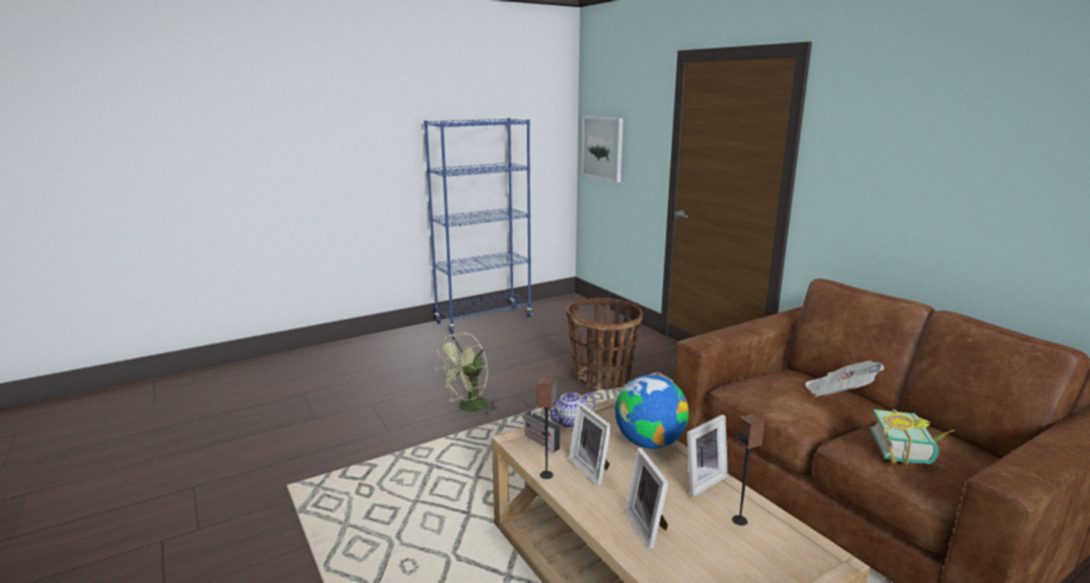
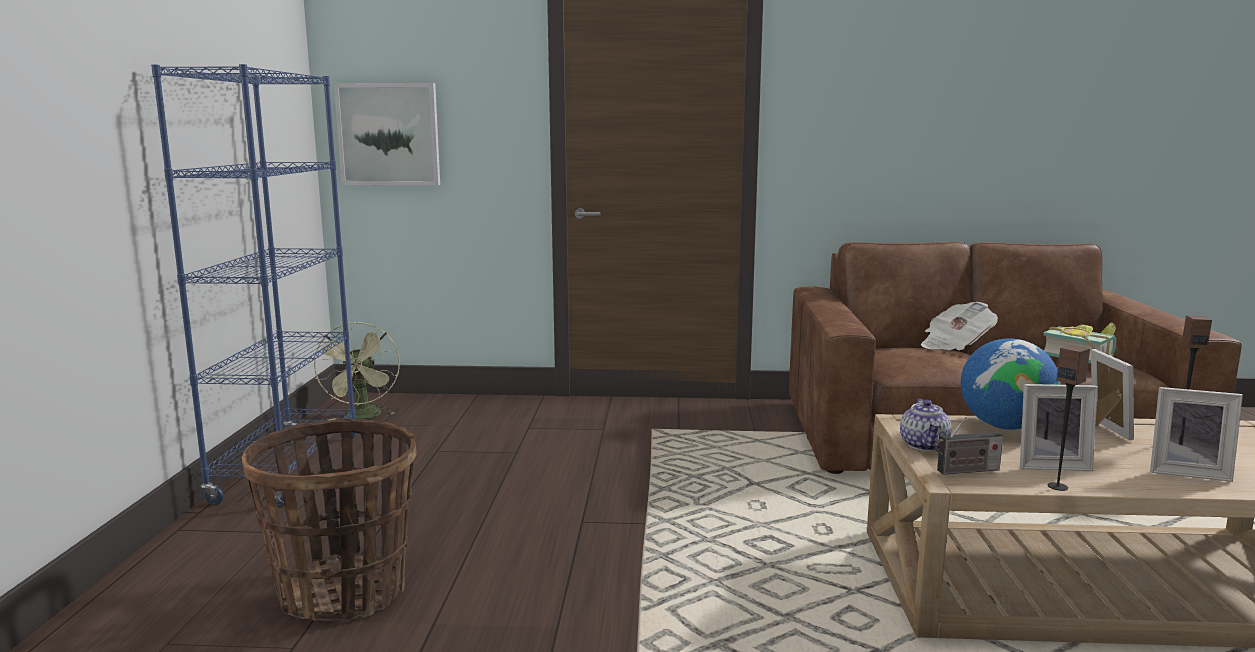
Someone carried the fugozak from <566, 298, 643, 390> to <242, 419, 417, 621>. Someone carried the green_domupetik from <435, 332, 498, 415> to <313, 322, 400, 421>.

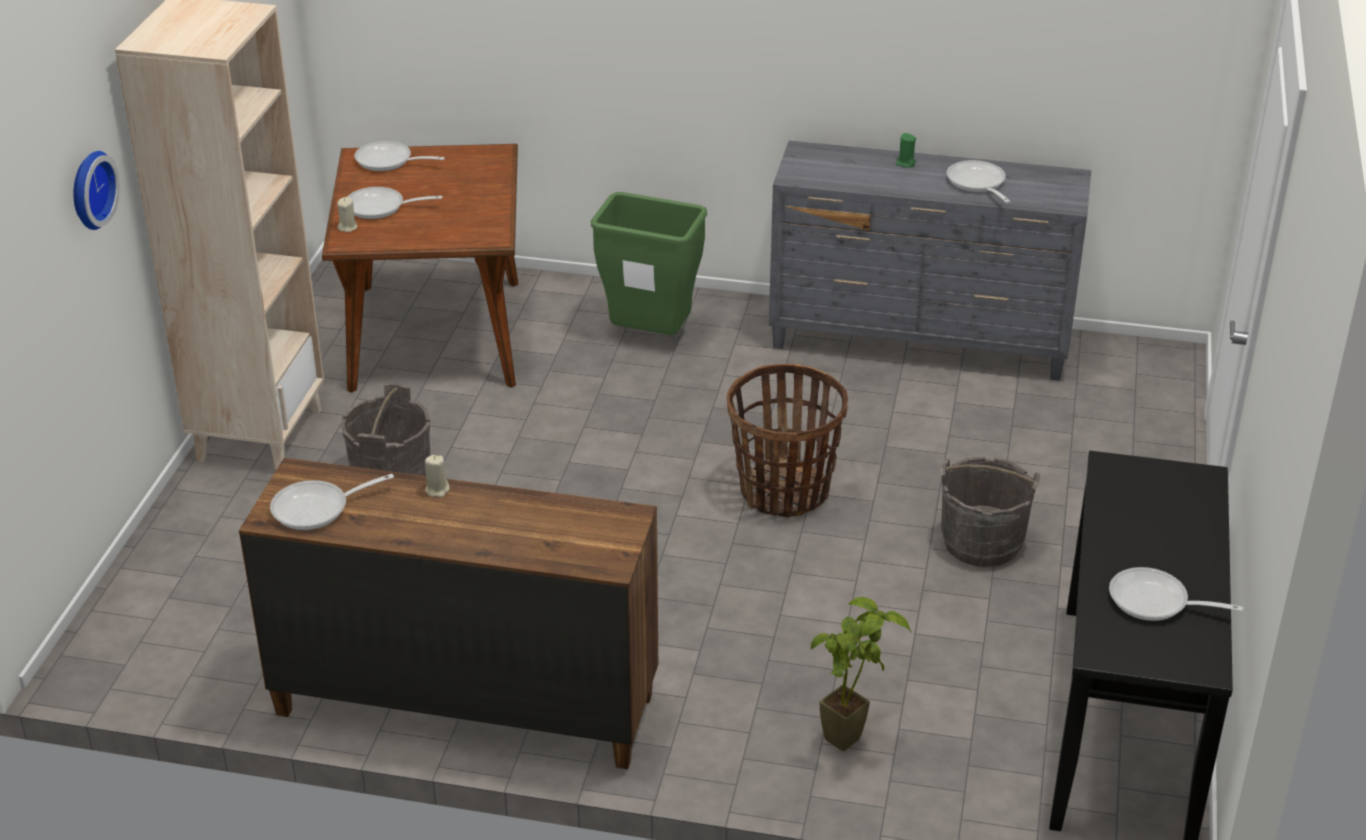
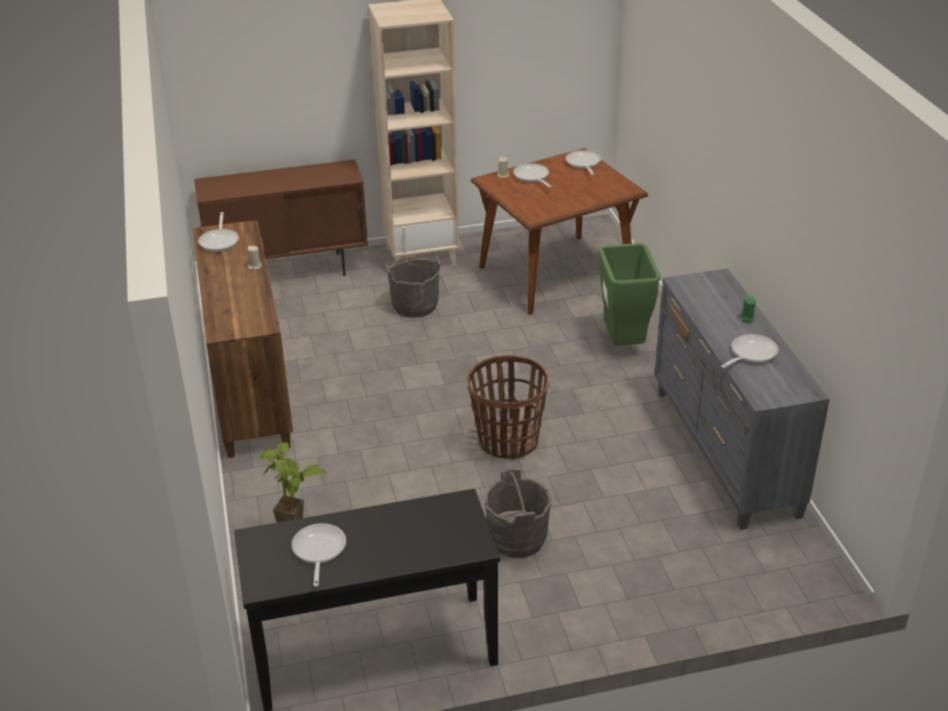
Someone took away the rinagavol at <73, 151, 120, 230>. Someone rotated the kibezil at <270, 474, 394, 530> by 135 degrees counterclockwise. Someone put down the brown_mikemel at <194, 160, 368, 276>.

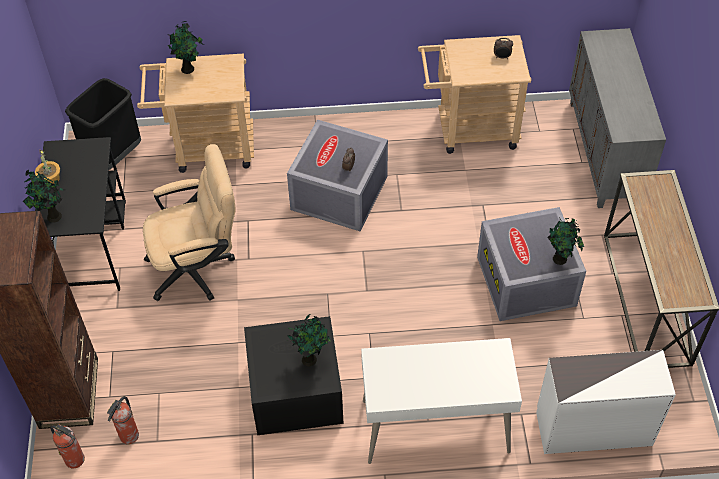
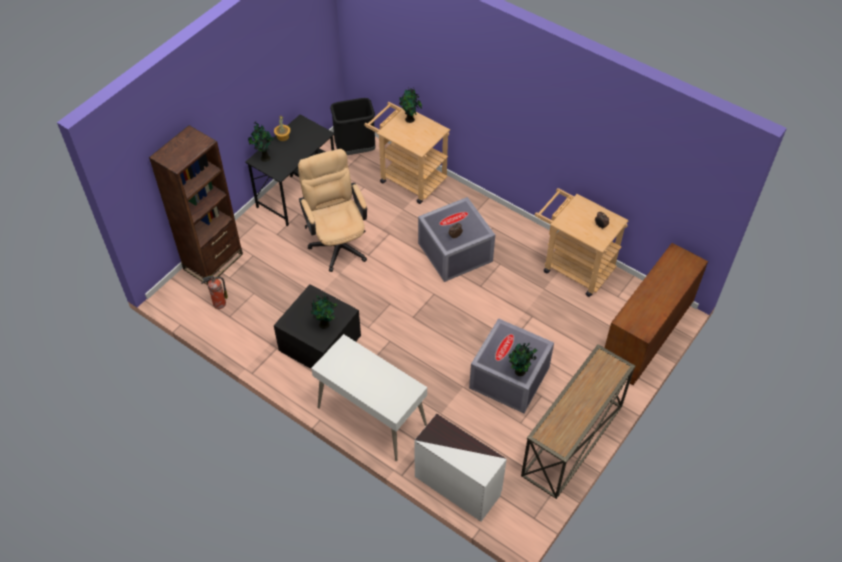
Someone repainted the grey_mikemel at <569, 28, 666, 208>, which became the brown_mikemel at <605, 243, 708, 385>. Someone rotated the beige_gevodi at <143, 144, 236, 301> by 135 degrees counterclockwise. Someone took away the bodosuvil at <50, 424, 85, 468>.

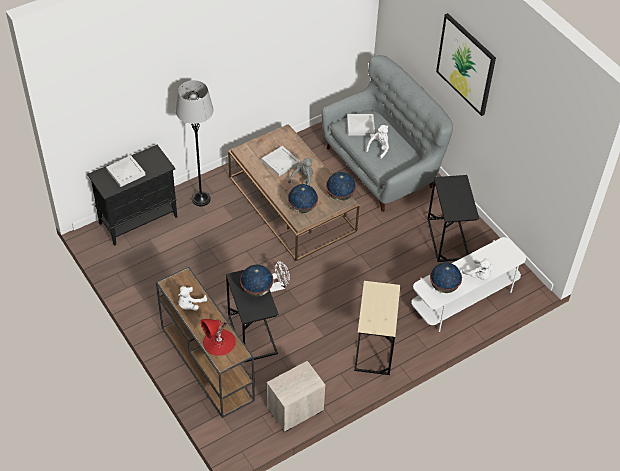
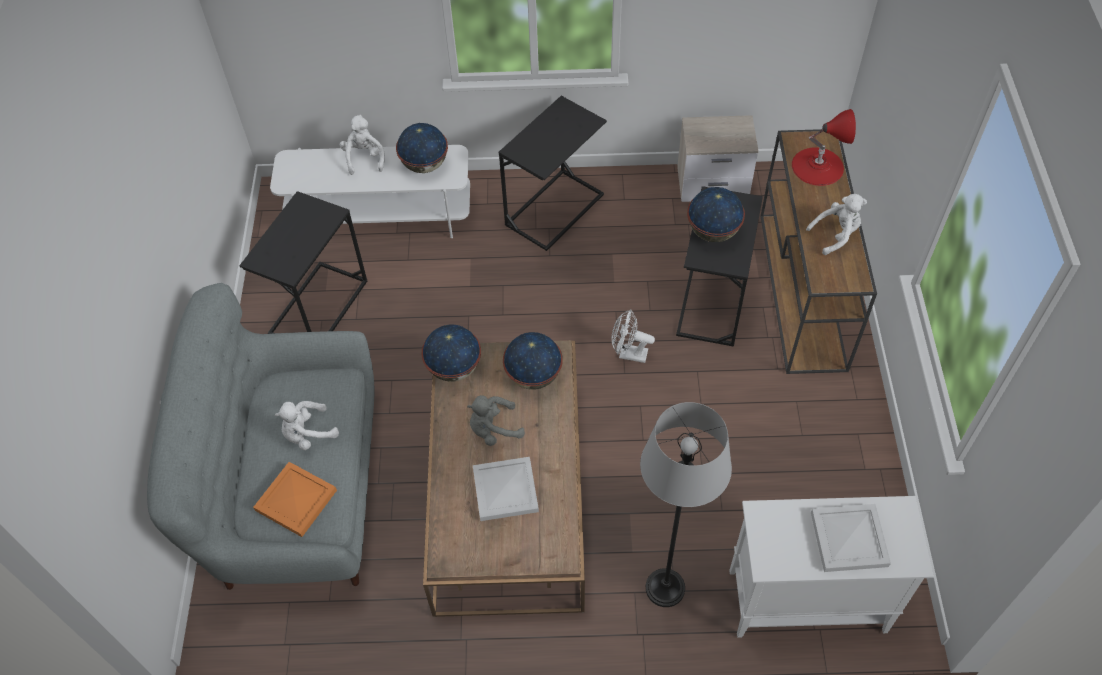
Someone took away the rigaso at <436, 13, 496, 116>. Someone repainted the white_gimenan at <347, 114, 375, 135>, which became the orange_gimenan at <253, 462, 337, 537>. Someone repainted the black_mikemel at <87, 145, 177, 246>, which became the white_mikemel at <729, 496, 934, 638>. Someone repainted the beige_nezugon at <354, 281, 400, 375>, which became the black_nezugon at <499, 96, 607, 251>.

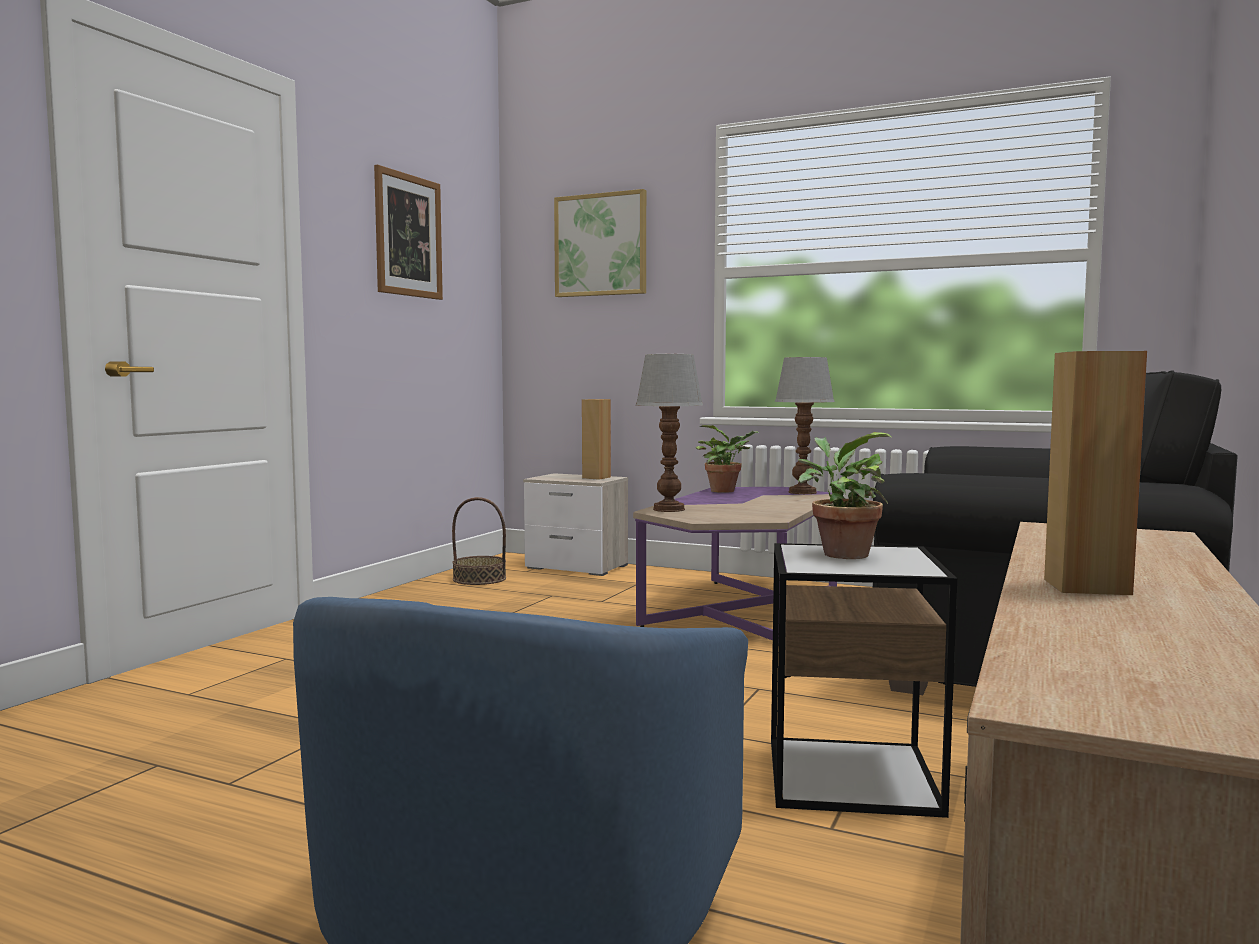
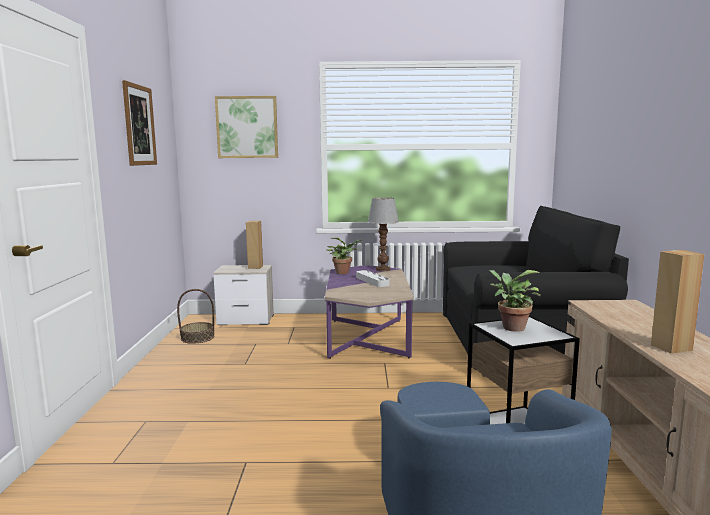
Someone took away the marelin at <636, 354, 703, 512>. Someone put down the grey_gimenan at <356, 270, 389, 287>.

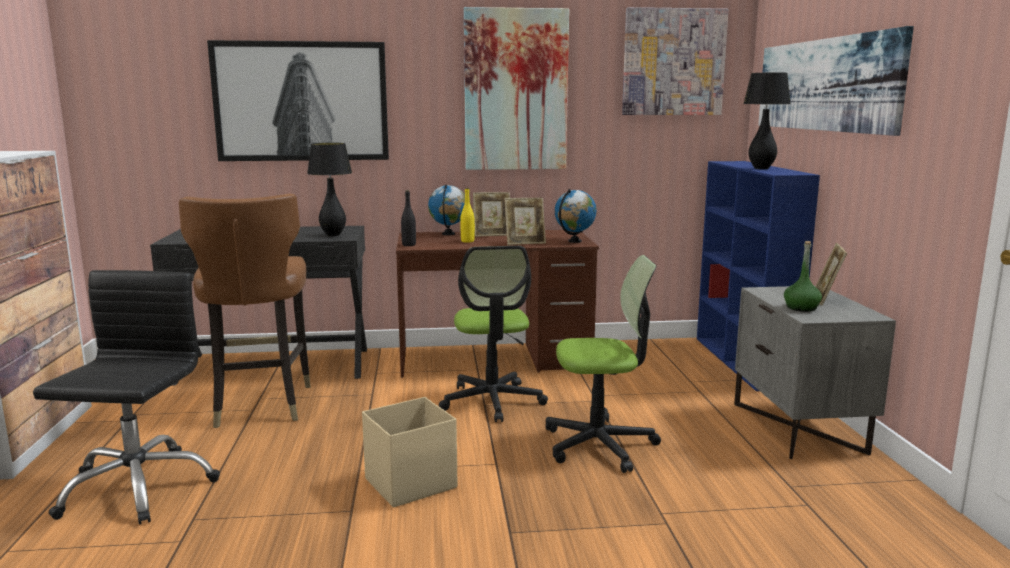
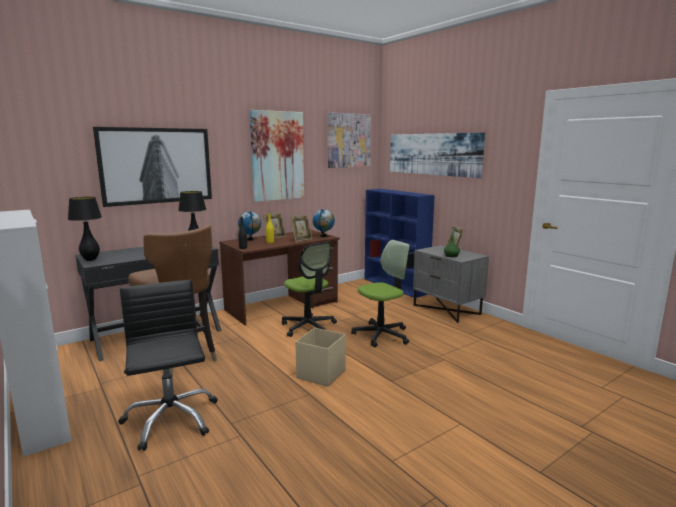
Someone carried the black_marelin from <744, 72, 790, 169> to <68, 197, 102, 261>.

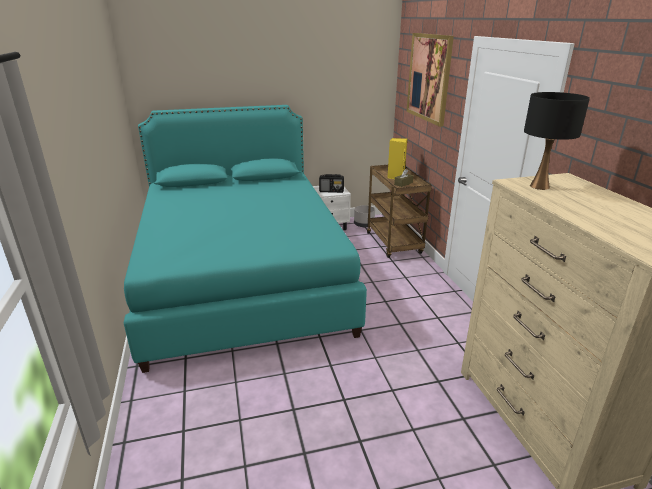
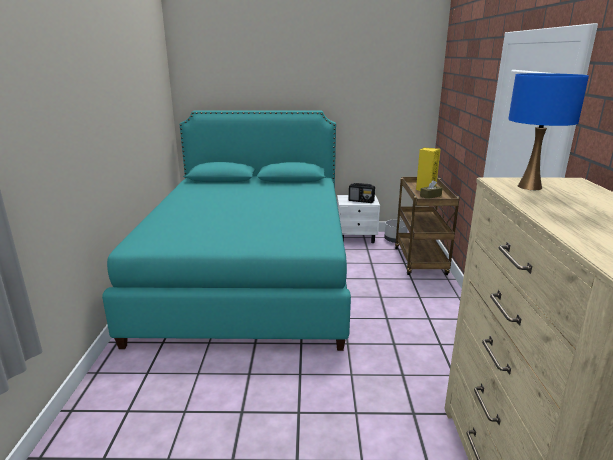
Someone took away the rigaso at <407, 33, 454, 127>. Someone repainted the black_marelin at <524, 92, 590, 190>, which became the blue_marelin at <508, 73, 589, 190>.

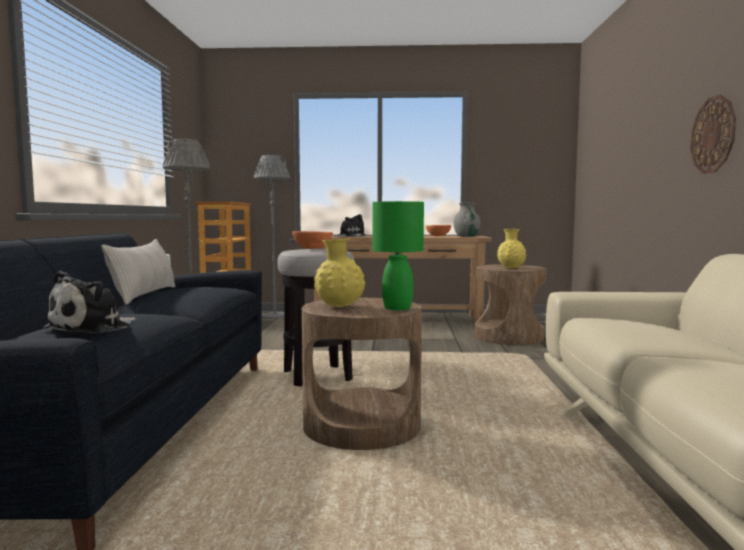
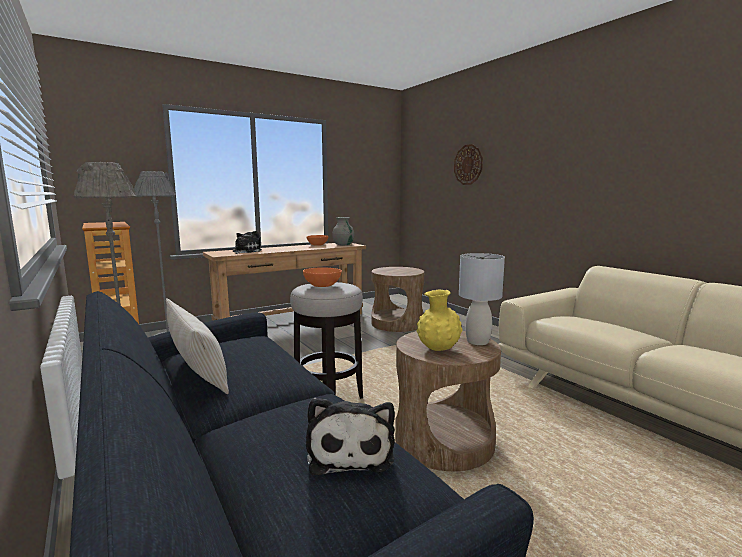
Someone carried the rinagavol from <690, 94, 736, 174> to <454, 144, 483, 185>. Someone repainted the green_marelin at <372, 201, 424, 310>, which became the grey_marelin at <459, 253, 505, 345>. Someone took away the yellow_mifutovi at <497, 229, 526, 268>.

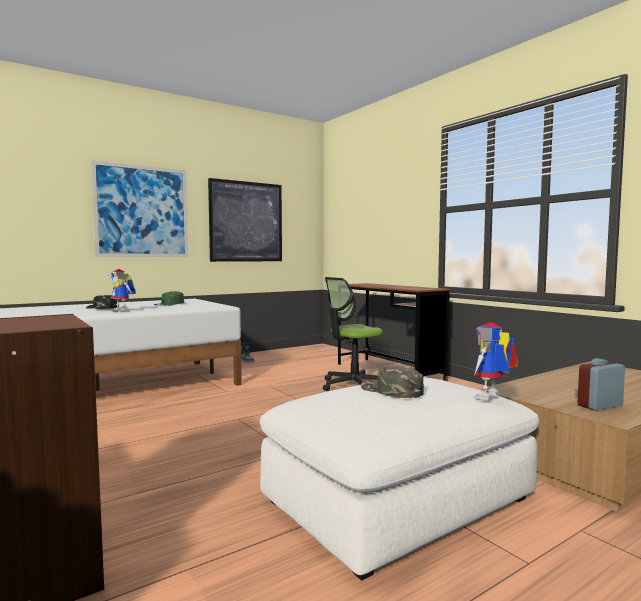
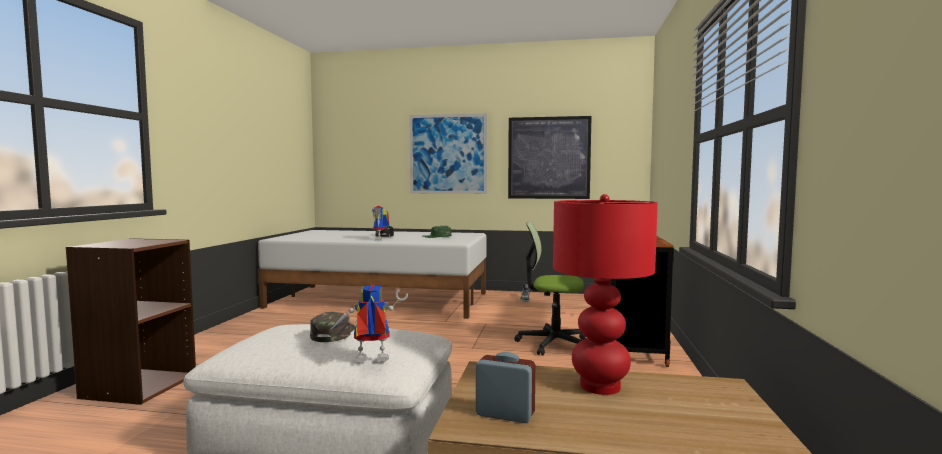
Someone put down the red_marelin at <553, 194, 658, 395>.

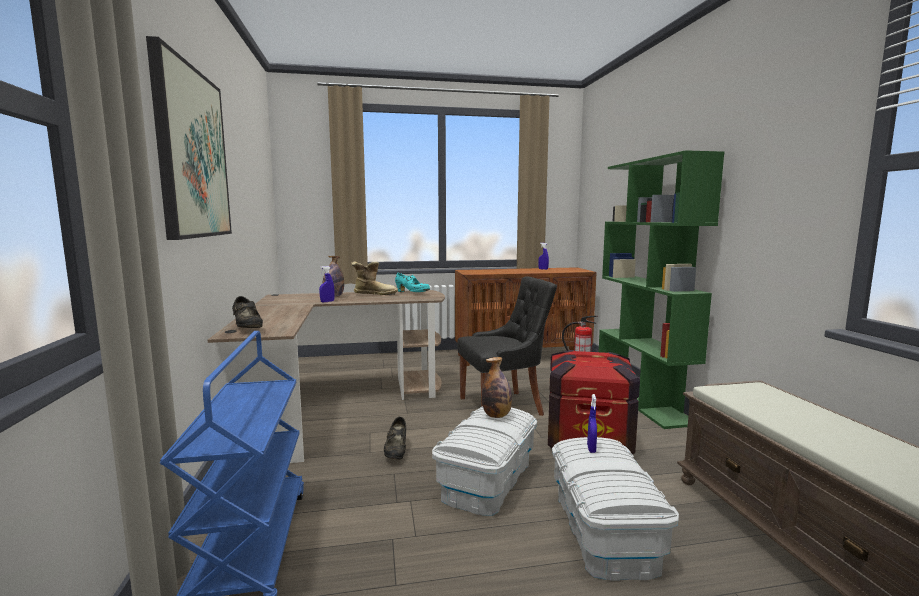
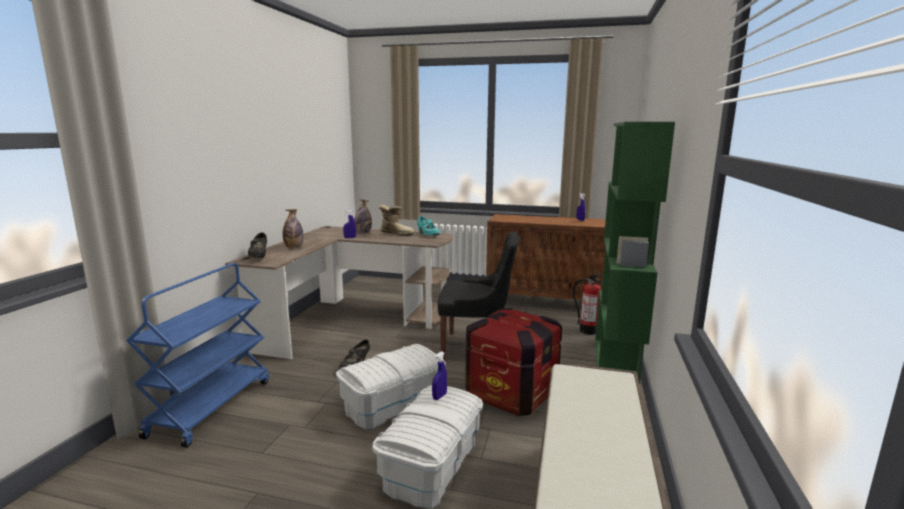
Someone took away the rigaso at <146, 36, 232, 240>. Someone carried the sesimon from <482, 357, 512, 418> to <283, 209, 304, 248>.

